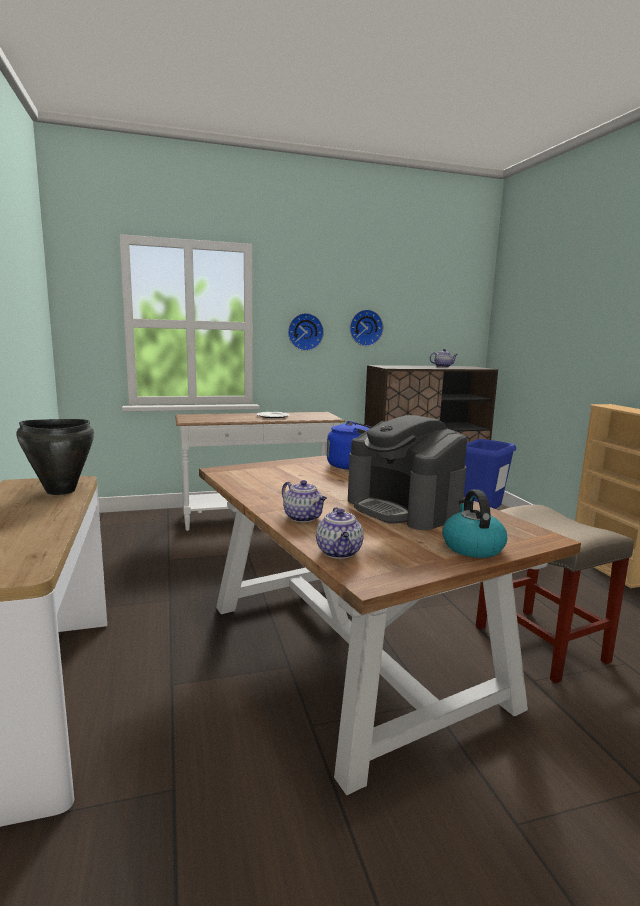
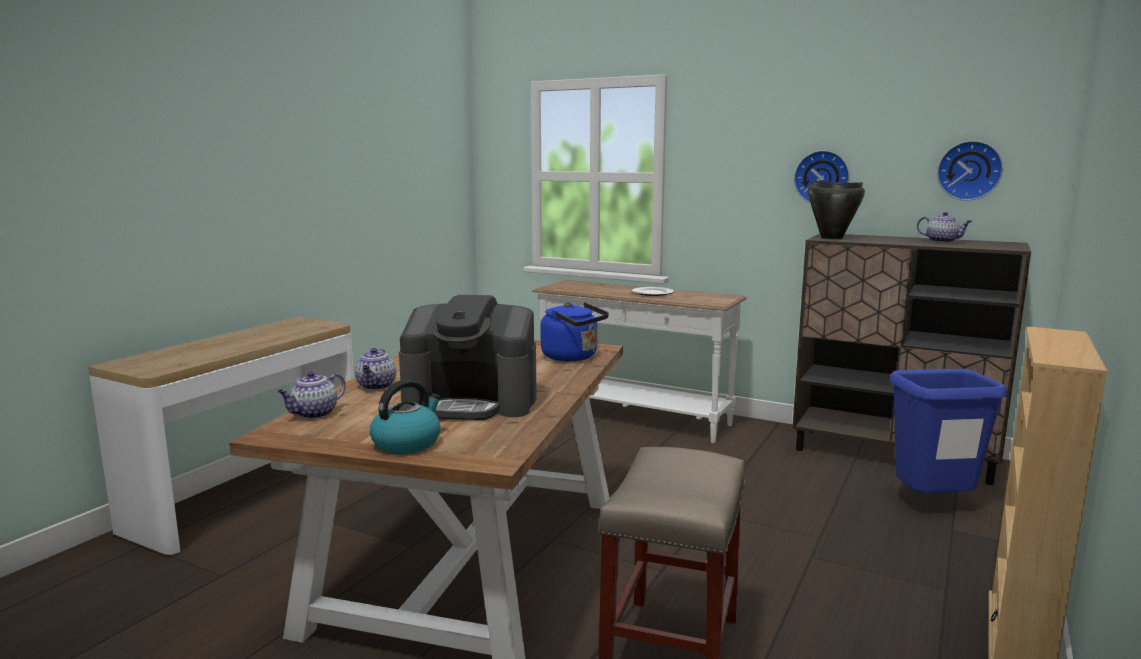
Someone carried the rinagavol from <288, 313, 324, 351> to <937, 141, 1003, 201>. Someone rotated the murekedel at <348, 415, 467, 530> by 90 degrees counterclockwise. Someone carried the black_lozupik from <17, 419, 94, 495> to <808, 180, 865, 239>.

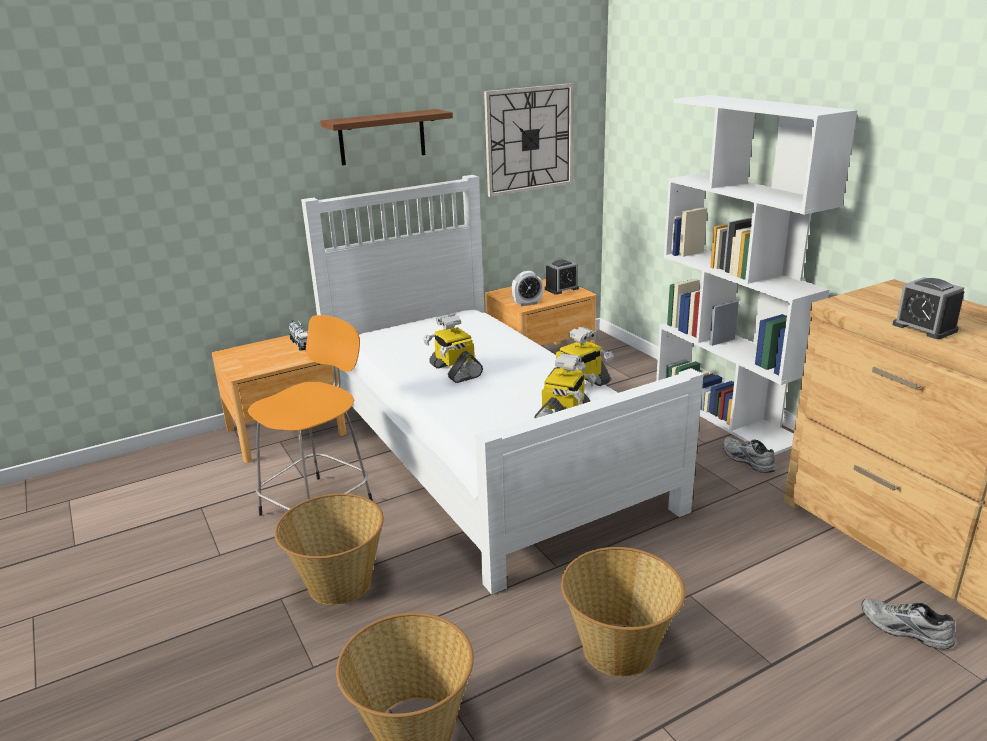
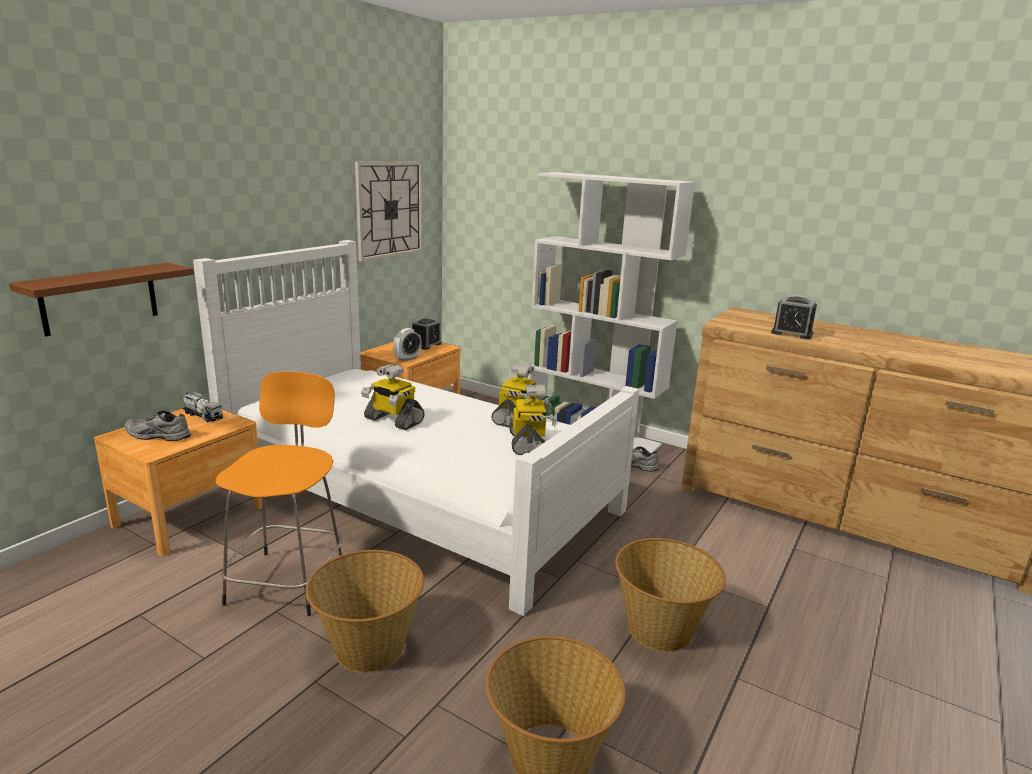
Someone carried the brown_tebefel from <320, 109, 453, 165> to <9, 263, 194, 336>. Someone carried the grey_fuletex from <861, 598, 955, 649> to <125, 410, 191, 441>.

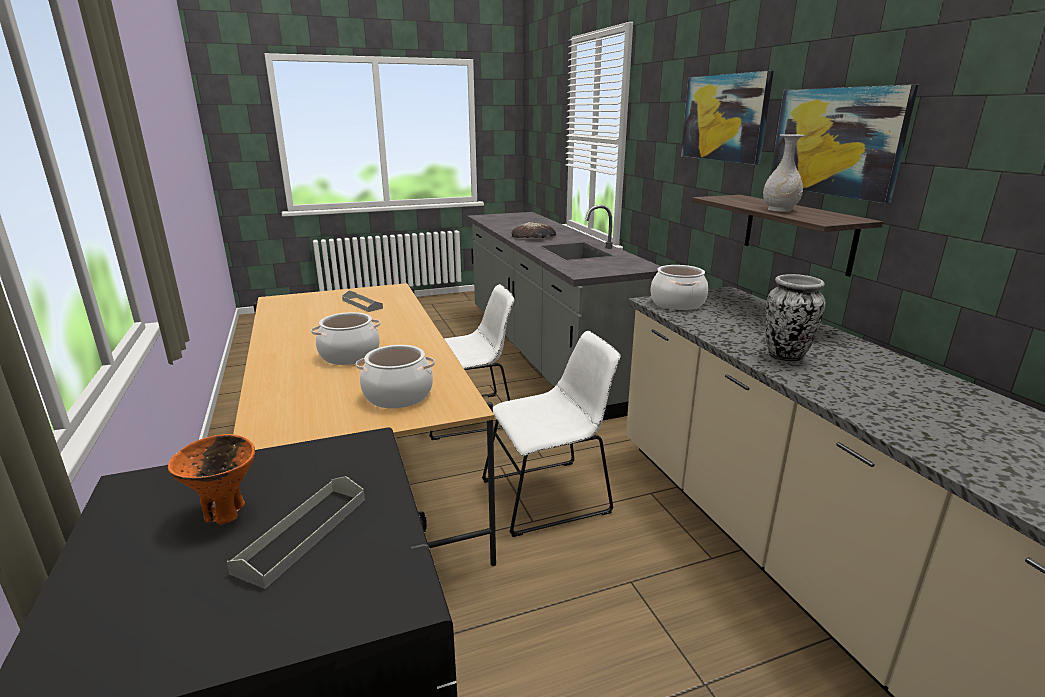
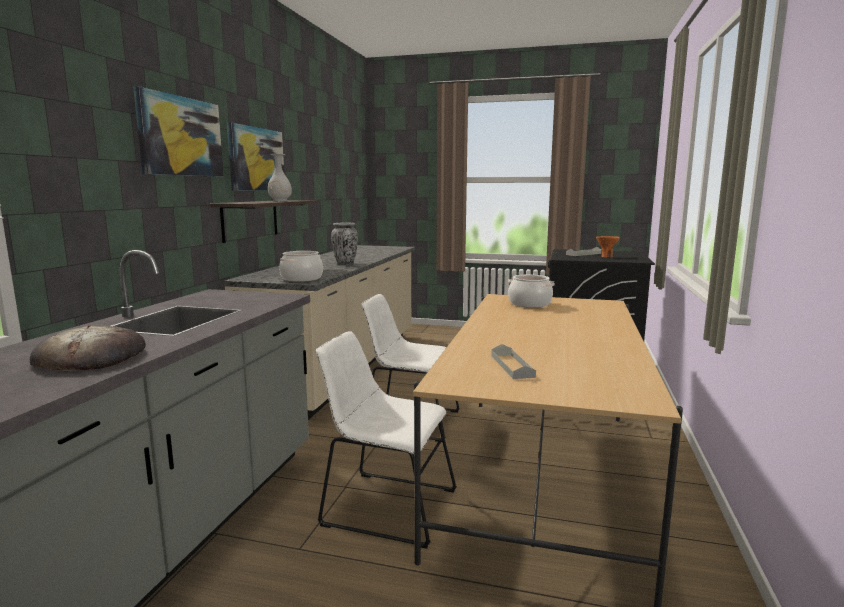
Someone took away the lozupik at <311, 312, 380, 365>.

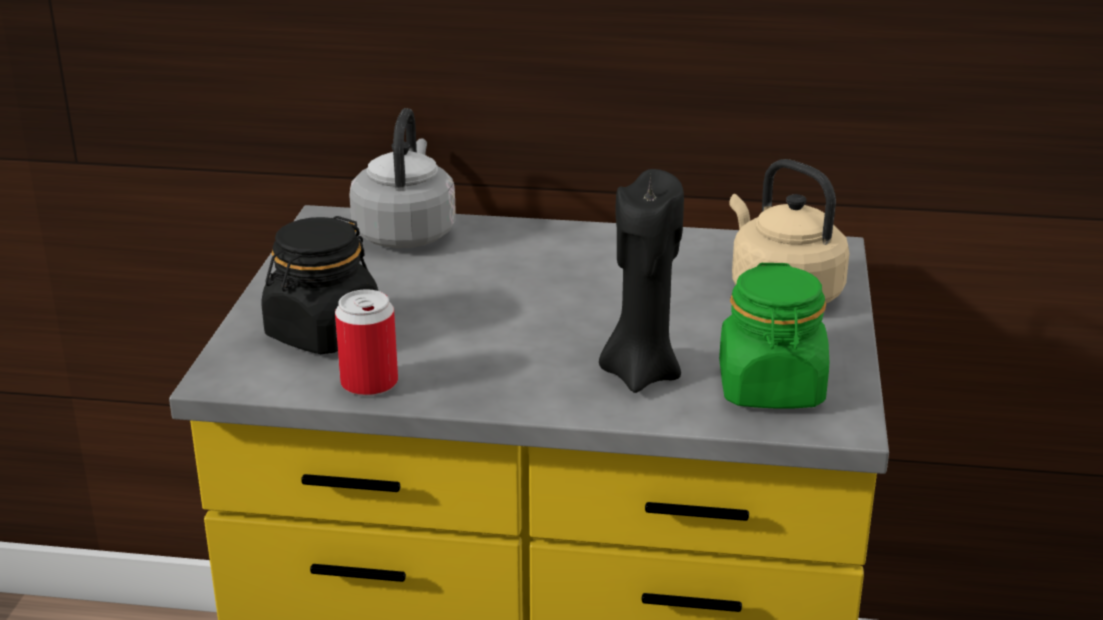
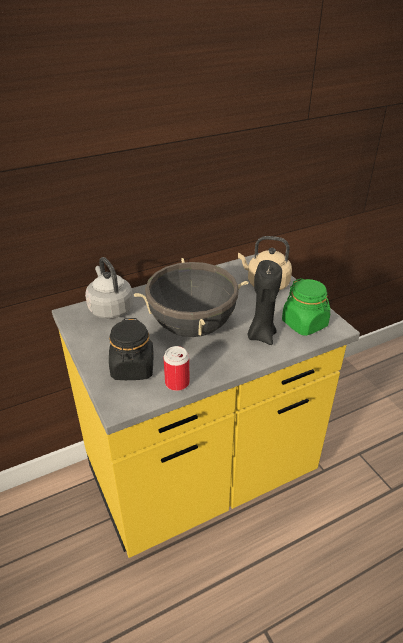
Someone put down the black_lozupik at <134, 258, 248, 337>.

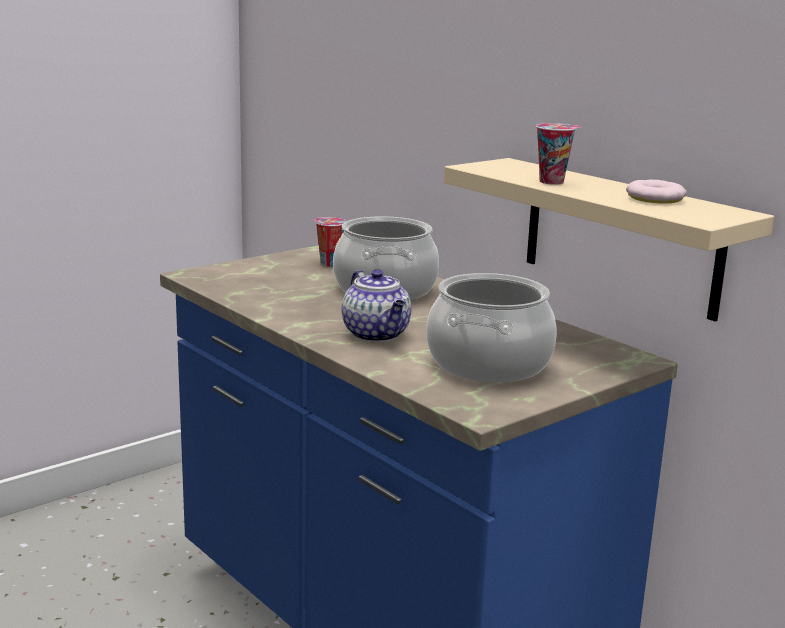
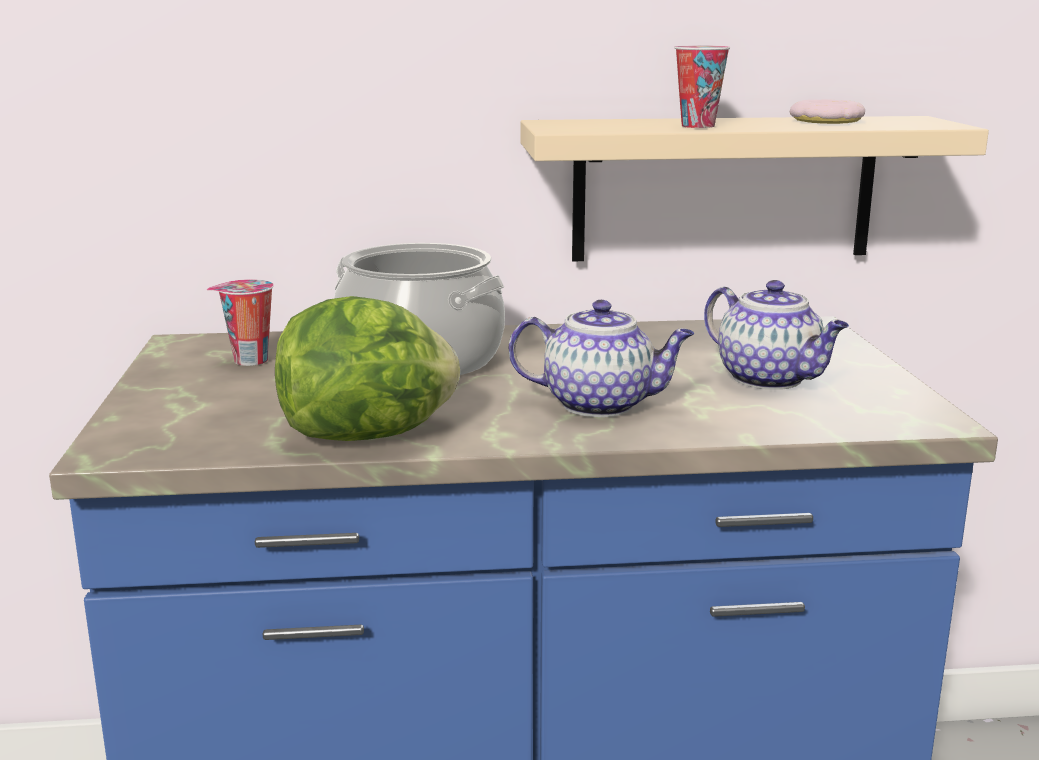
Someone swapped the lozupik at <427, 273, 557, 382> for the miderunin at <704, 280, 849, 390>. Someone put down the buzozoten at <275, 296, 460, 441>.

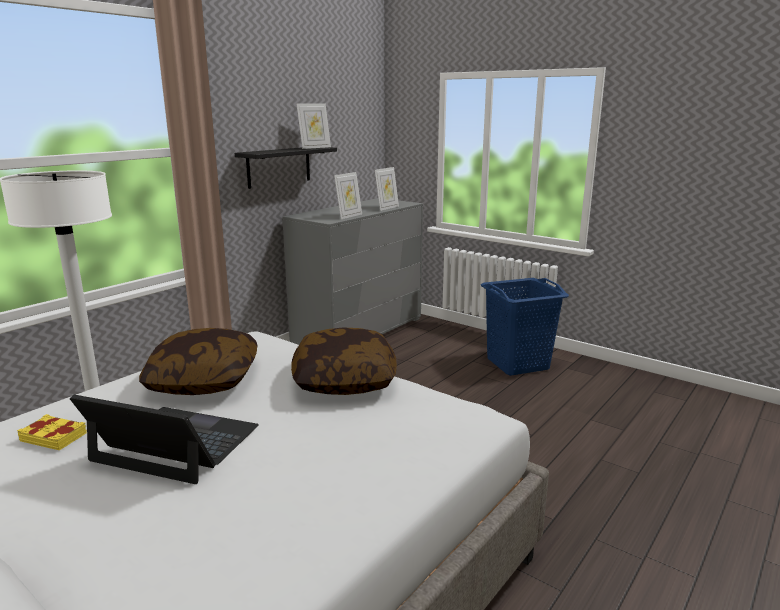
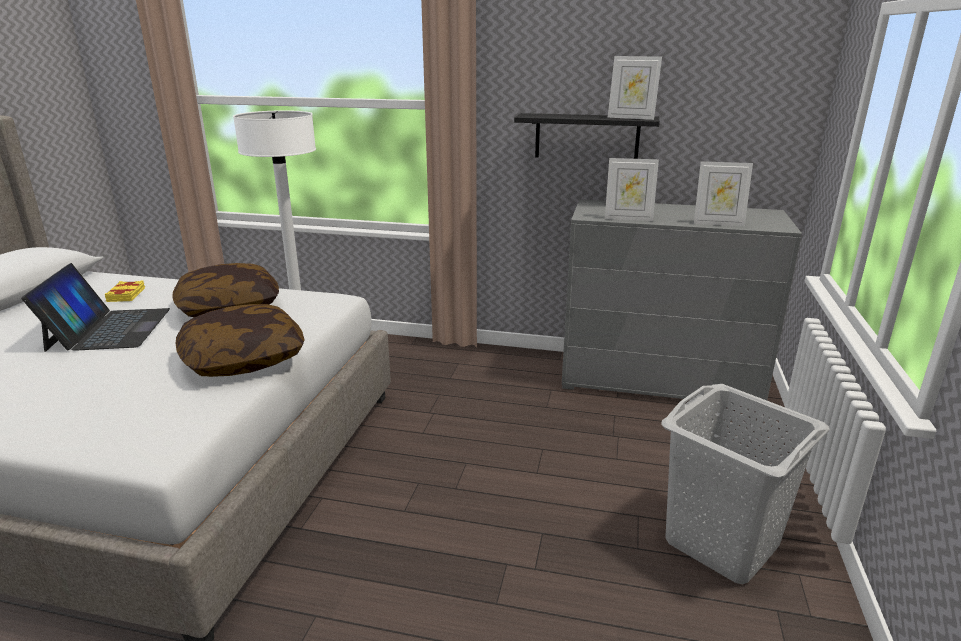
Someone repainted the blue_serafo at <481, 278, 569, 376>, which became the grey_serafo at <661, 384, 829, 584>.

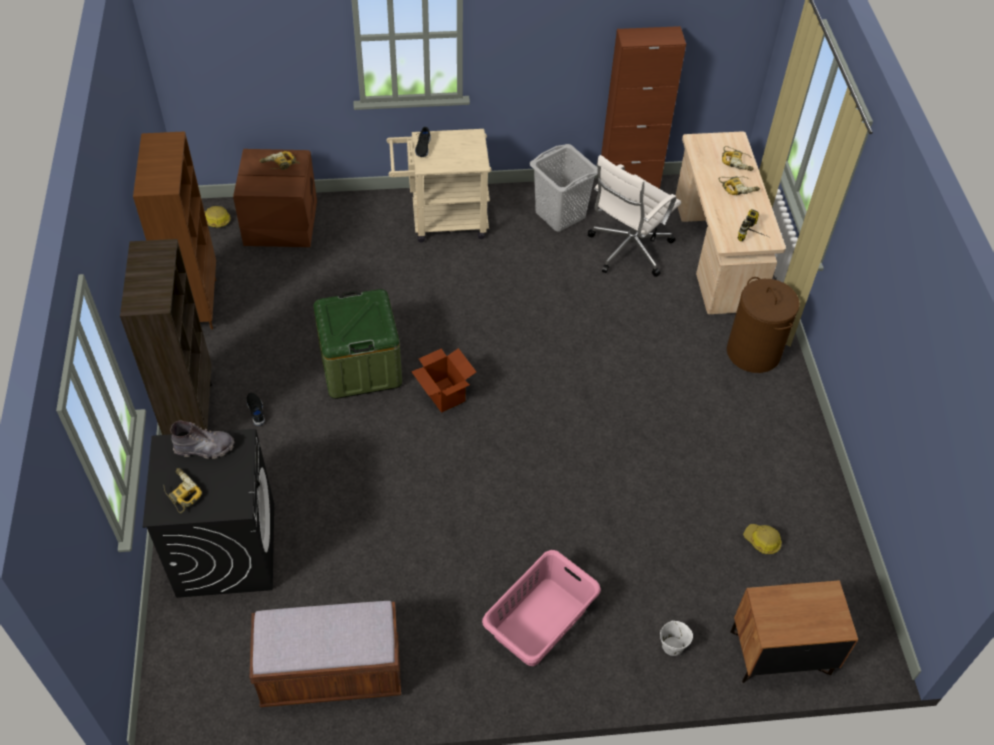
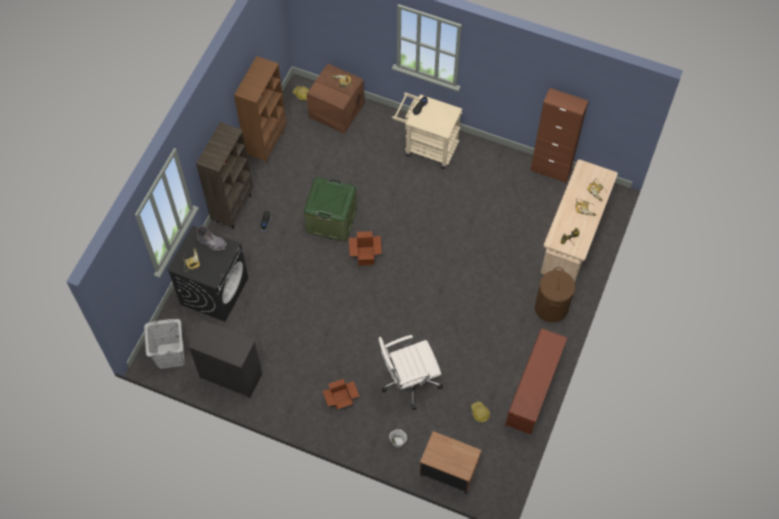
Someone carried the grey_serafo from <529, 144, 598, 232> to <144, 319, 185, 369>. Someone carried the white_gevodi from <588, 155, 681, 277> to <378, 335, 443, 410>. Someone swapped the pink_serafo at <482, 550, 601, 666> for the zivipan at <323, 379, 359, 409>. Someone swapped the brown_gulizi at <250, 601, 401, 707> for the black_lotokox at <188, 320, 262, 399>. Someone put down the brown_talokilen at <505, 328, 567, 435>.

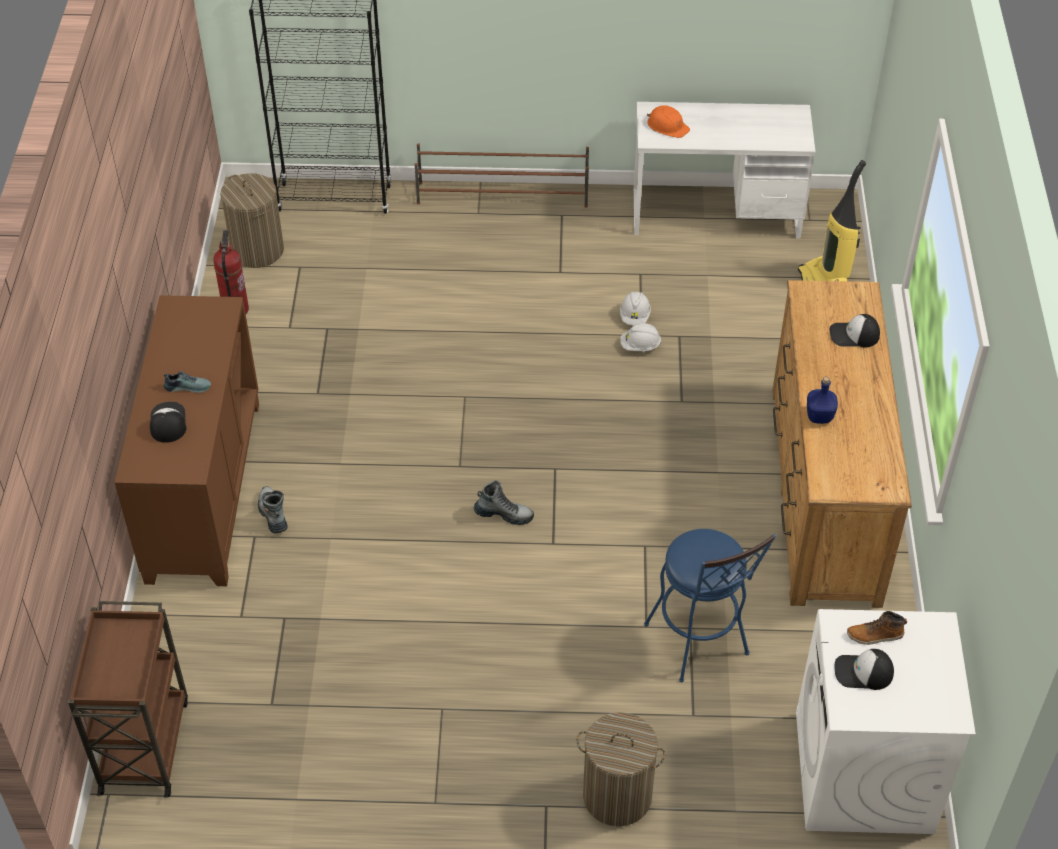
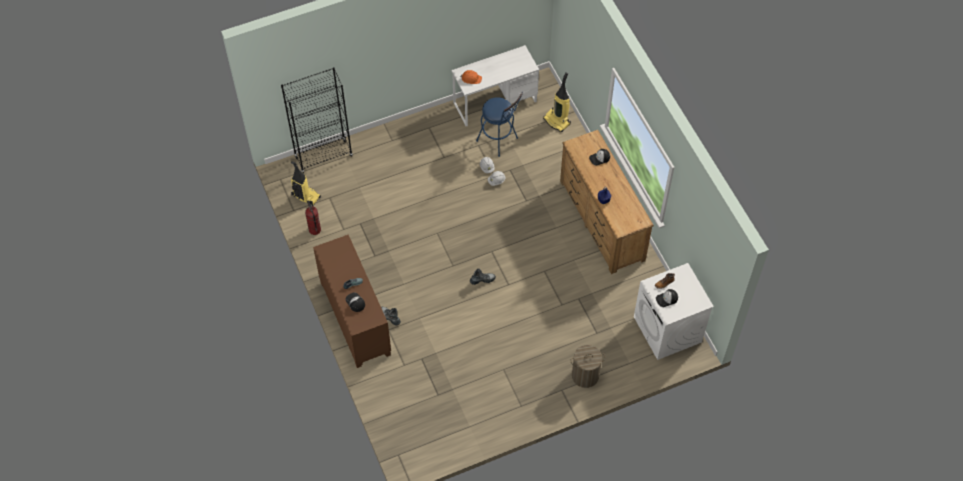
Someone took away the brown_talokilen at <415, 143, 589, 208>. Someone swapped the serafo at <220, 173, 284, 268> for the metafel at <291, 161, 321, 206>. Someone carried the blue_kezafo from <644, 529, 776, 682> to <476, 91, 523, 157>. Someone took away the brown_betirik at <68, 601, 188, 798>.

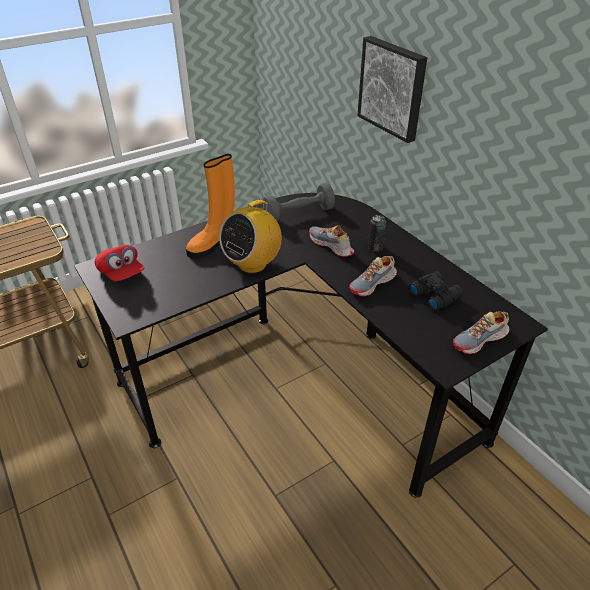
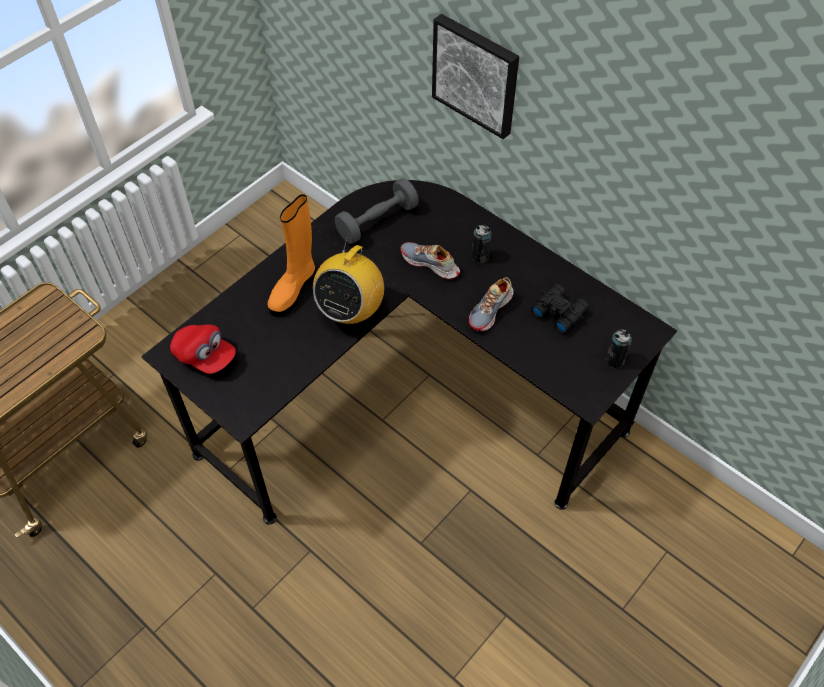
Someone swapped the fuletex at <453, 311, 509, 354> for the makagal at <606, 329, 632, 368>.

